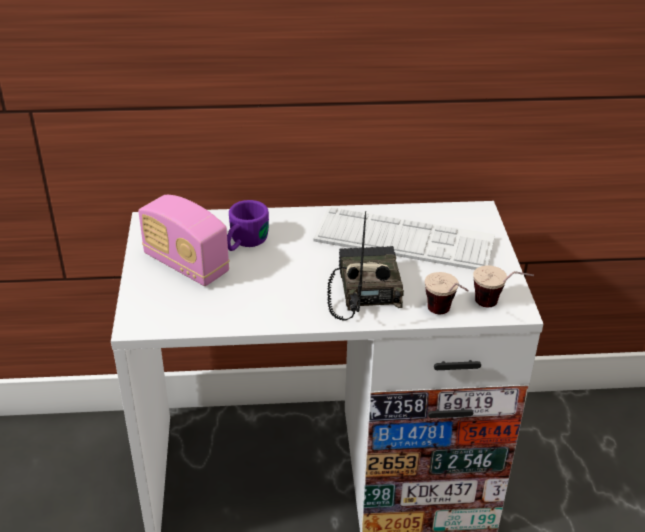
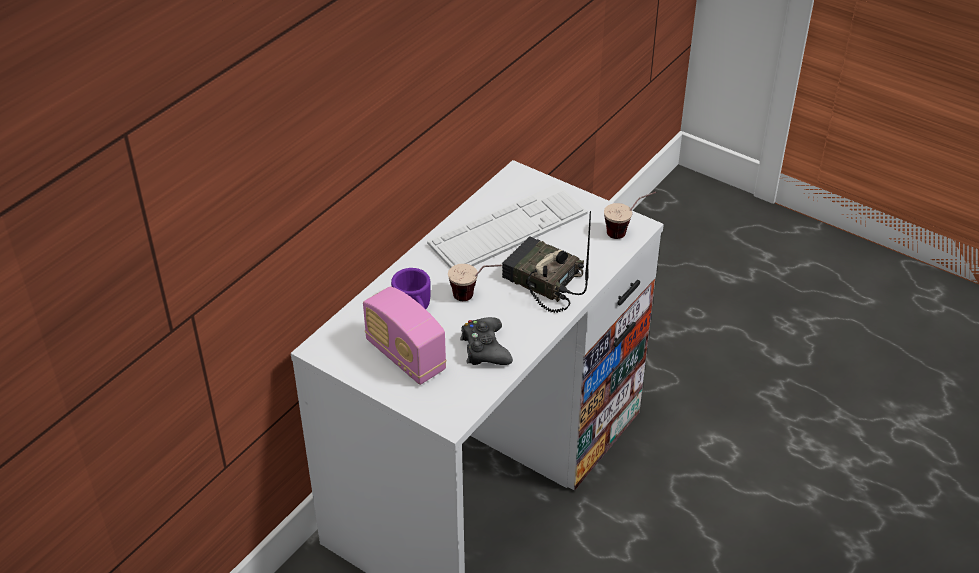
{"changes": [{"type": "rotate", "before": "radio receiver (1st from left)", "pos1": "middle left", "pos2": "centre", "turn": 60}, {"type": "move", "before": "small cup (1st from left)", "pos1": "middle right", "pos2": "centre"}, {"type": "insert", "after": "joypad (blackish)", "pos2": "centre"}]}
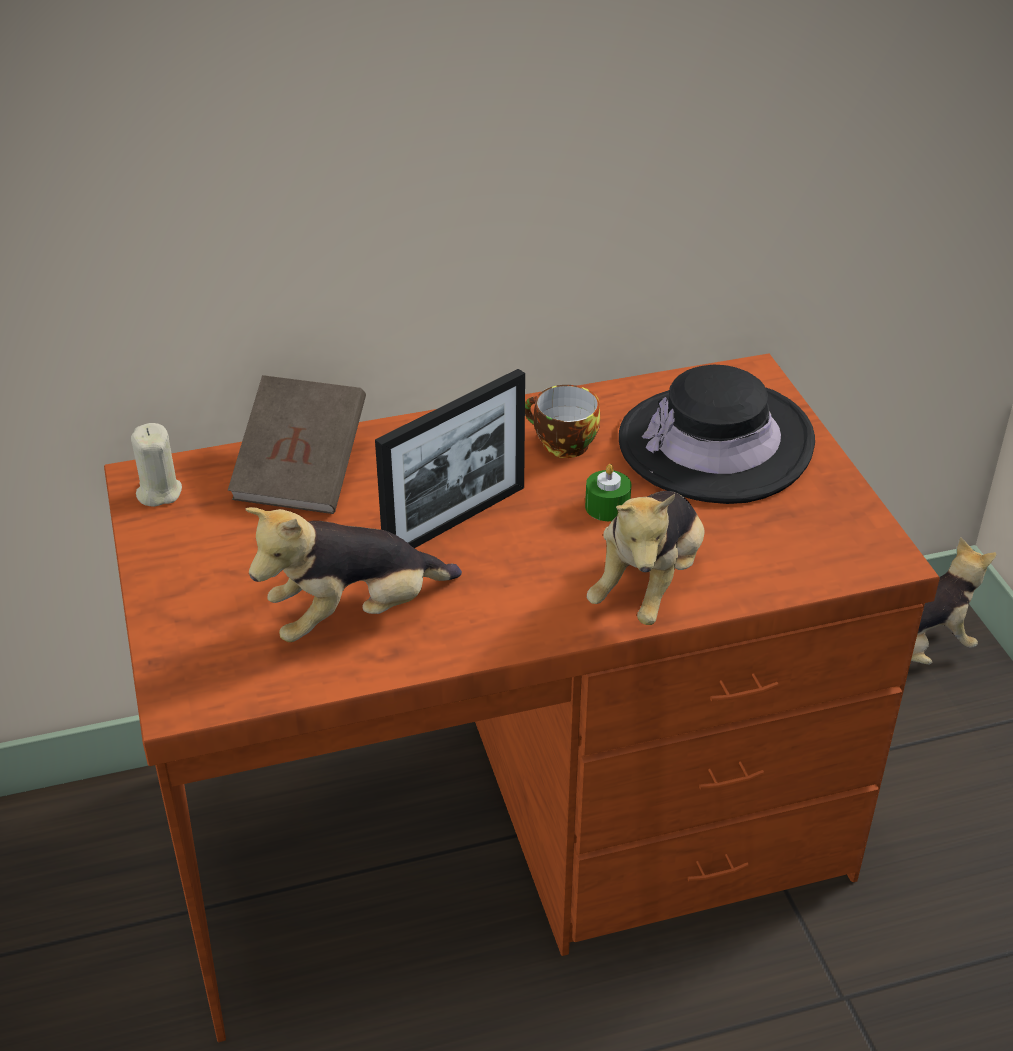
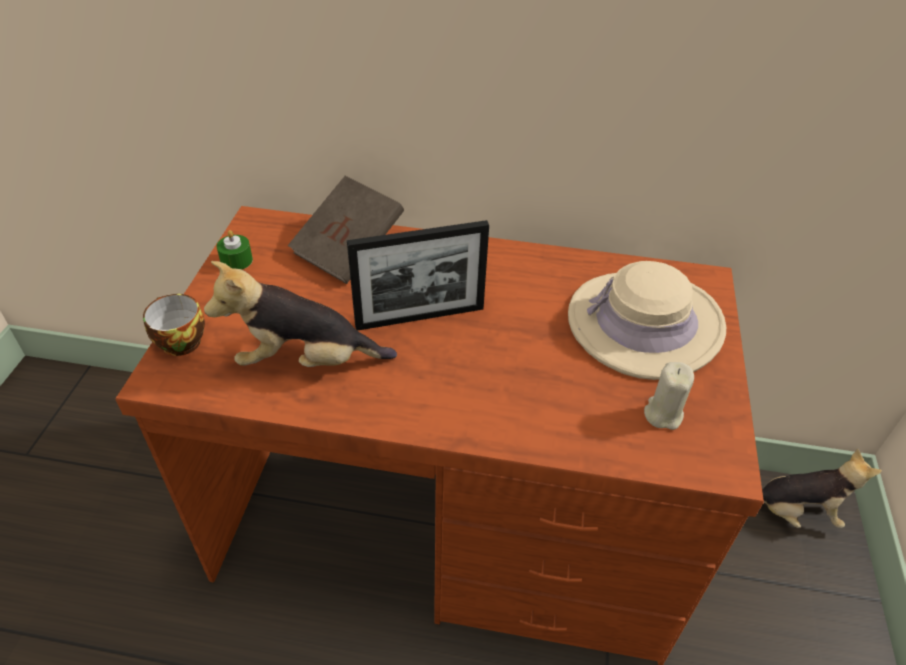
{"changes": [{"type": "move", "before": "small cup", "pos1": "centre", "pos2": "middle left"}, {"type": "move", "before": "wax candle (green-coloured)", "pos1": "centre", "pos2": "middle left"}, {"type": "recolor", "before": "wearable hat (blackish)", "after": "wearable hat (beige-coloured)", "pos1": "middle right", "pos2": "middle right"}, {"type": "move", "before": "wax candle (beige-coloured)", "pos1": "middle left", "pos2": "middle right"}, {"type": "delete", "before": "cuddly toy (2nd from left)", "pos1": "centre"}]}
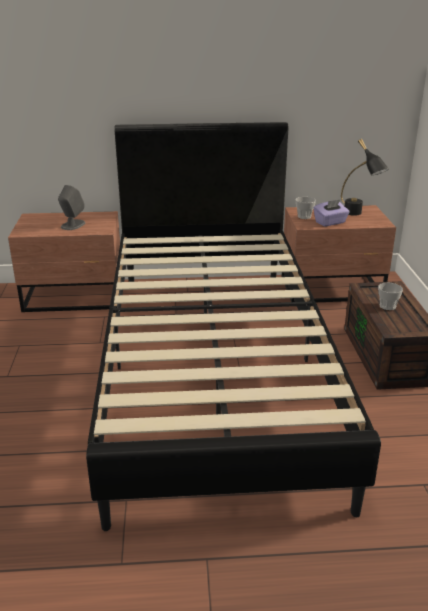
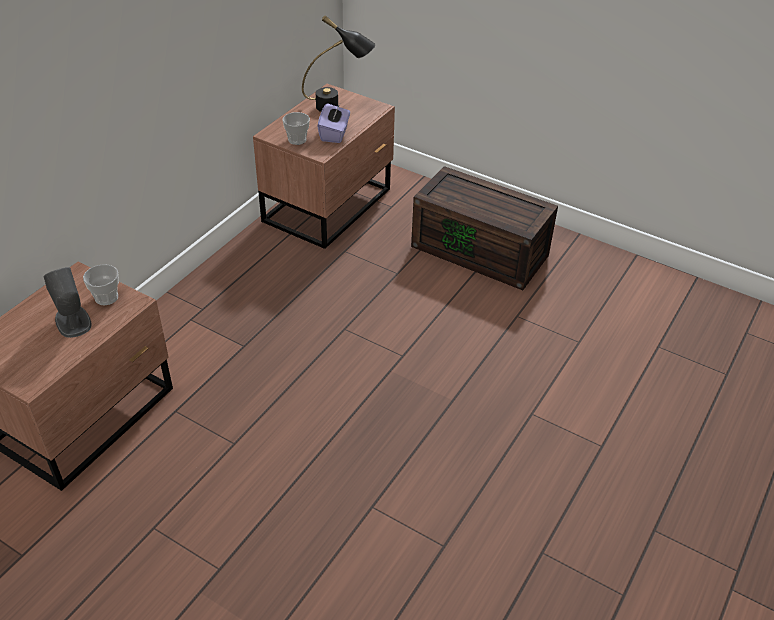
{"changes": [{"type": "move", "before": "small cup (2nd from left in the first image)", "after": "small cup (1st from left)", "pos1": "middle right", "pos2": "middle left"}, {"type": "delete", "before": "sleeping bed (blackish)", "pos1": "centre"}]}
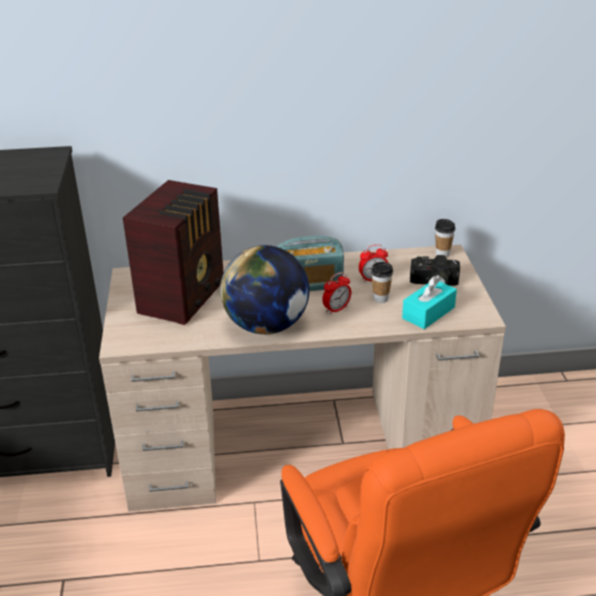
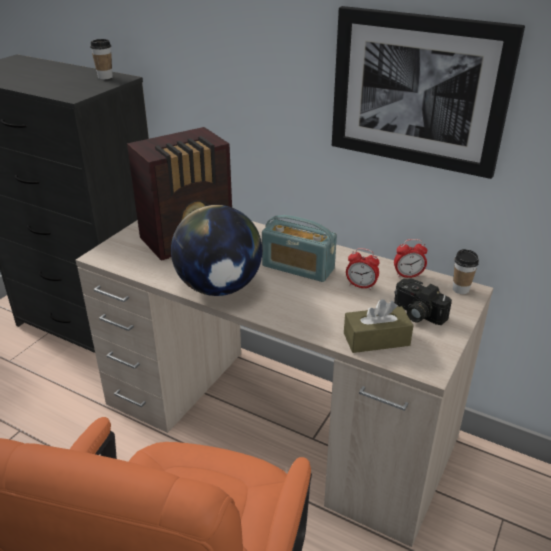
{"changes": [{"type": "move", "before": "small cup (1st from left)", "pos1": "centre", "pos2": "top left"}, {"type": "insert", "after": "wall art", "pos2": "top right"}, {"type": "recolor", "before": "tissue holder (turquoise-coloured)", "after": "tissue holder (brown-coloured)", "pos1": "middle right", "pos2": "middle right"}, {"type": "move", "before": "bedside clock (1st from left in the first image)", "after": "bedside clock (2nd from left)", "pos1": "centre", "pos2": "middle right"}]}
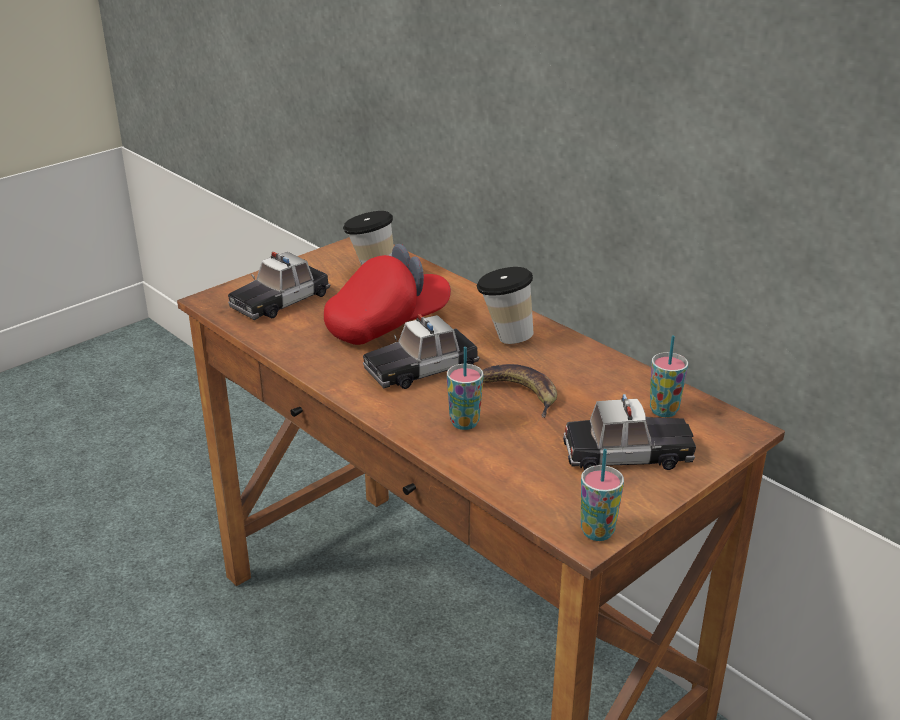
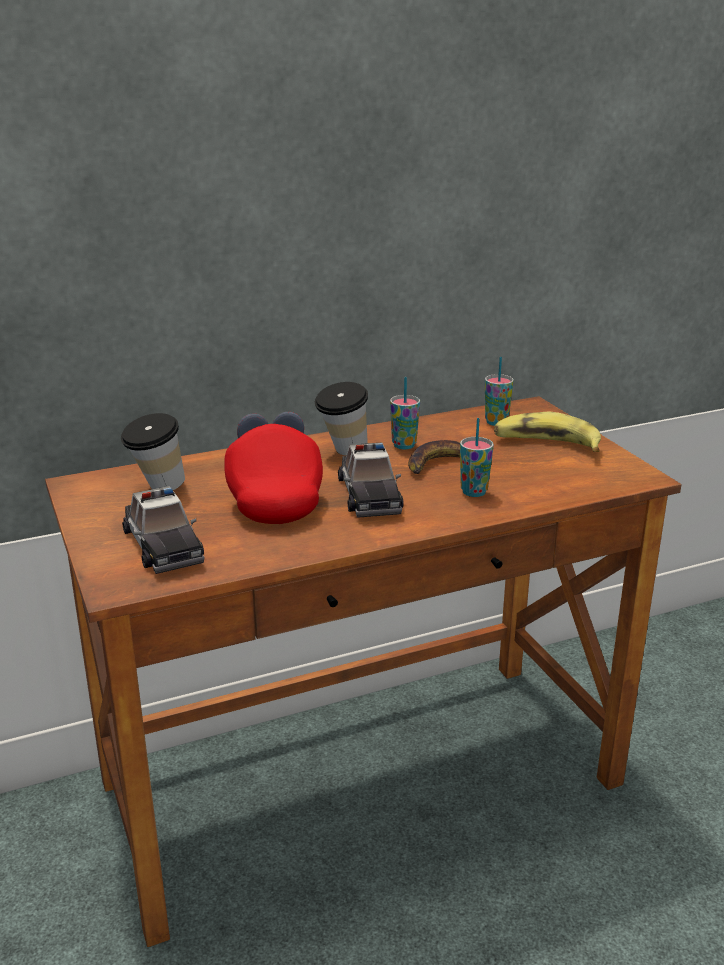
{"changes": [{"type": "move", "before": "small cup (4th from left in the first image)", "after": "small cup (3rd from left)", "pos1": "bottom right", "pos2": "centre"}, {"type": "replace", "before": "model car (3rd from left)", "after": "whole banana (2nd from left)", "pos1": "middle right", "pos2": "middle right"}]}
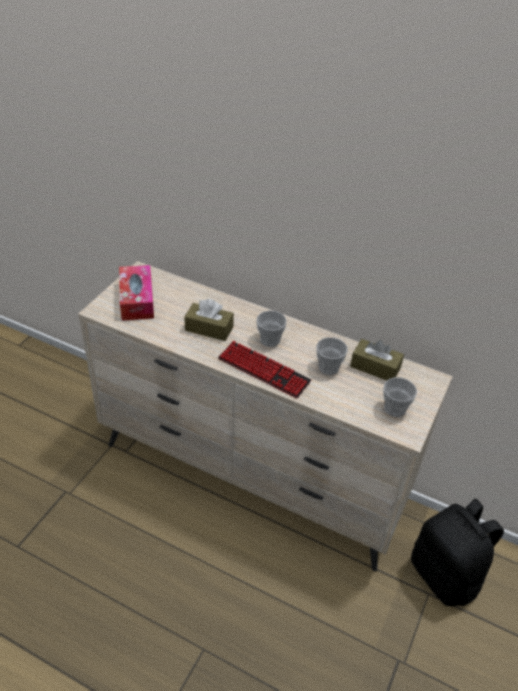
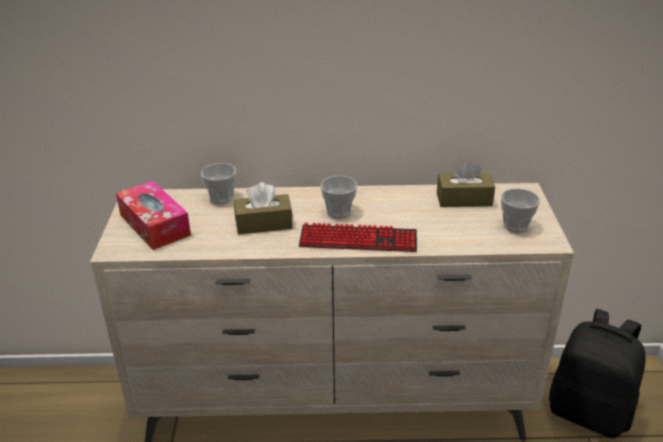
{"changes": [{"type": "move", "before": "small cup (2nd from left in the first image)", "after": "small cup (1st from left)", "pos1": "centre", "pos2": "middle left"}]}
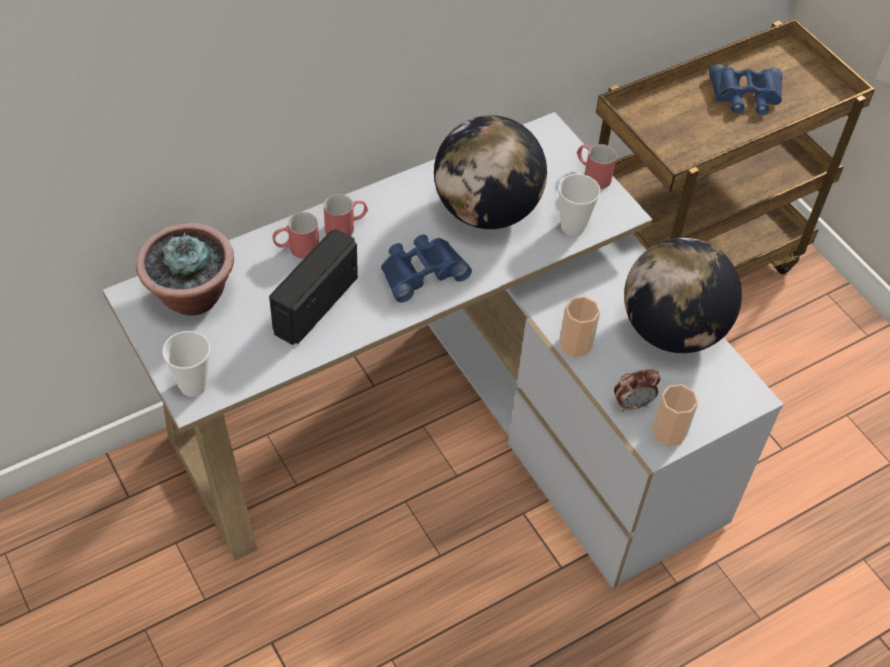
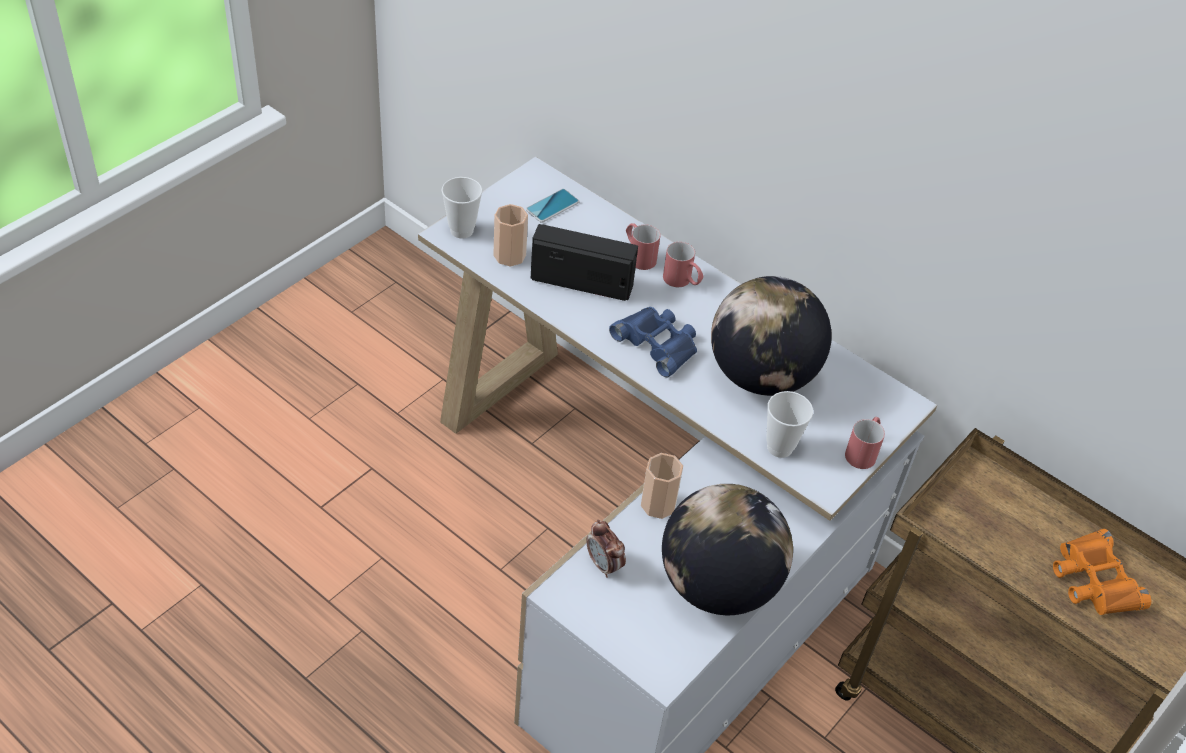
{"changes": [{"type": "move", "before": "small cup (4th from left in the first image)", "after": "small cup (2nd from left)", "pos1": "middle right", "pos2": "top centre"}, {"type": "replace", "before": "plant in a pot", "after": "phone", "pos1": "middle left", "pos2": "top centre"}, {"type": "recolor", "before": "pair of binoculars (blue-coloured) (2nd from left)", "after": "pair of binoculars (orange)", "pos1": "top right", "pos2": "bottom right"}]}
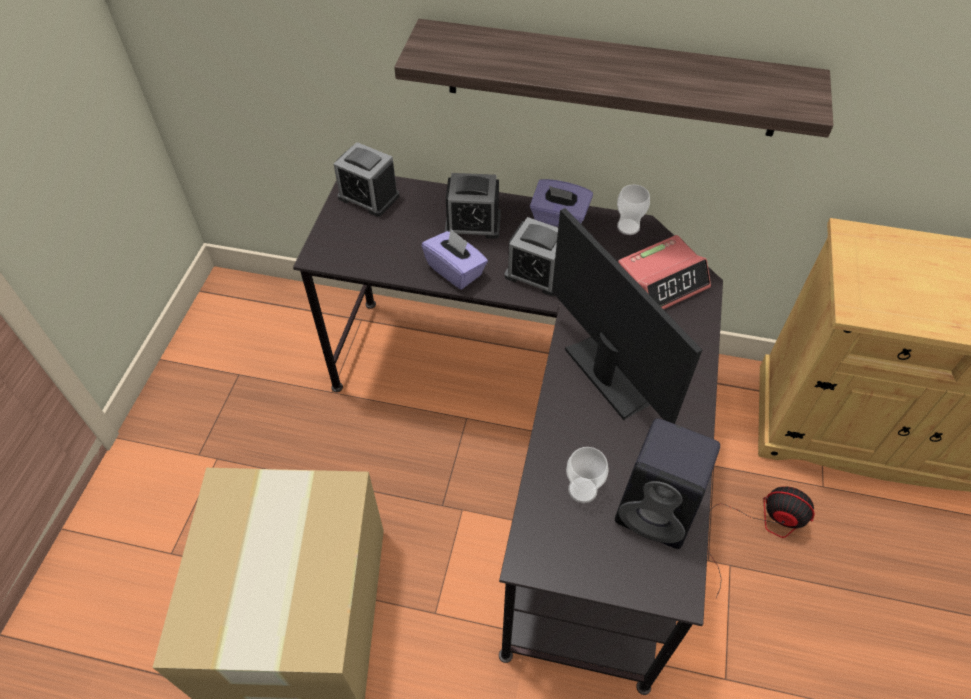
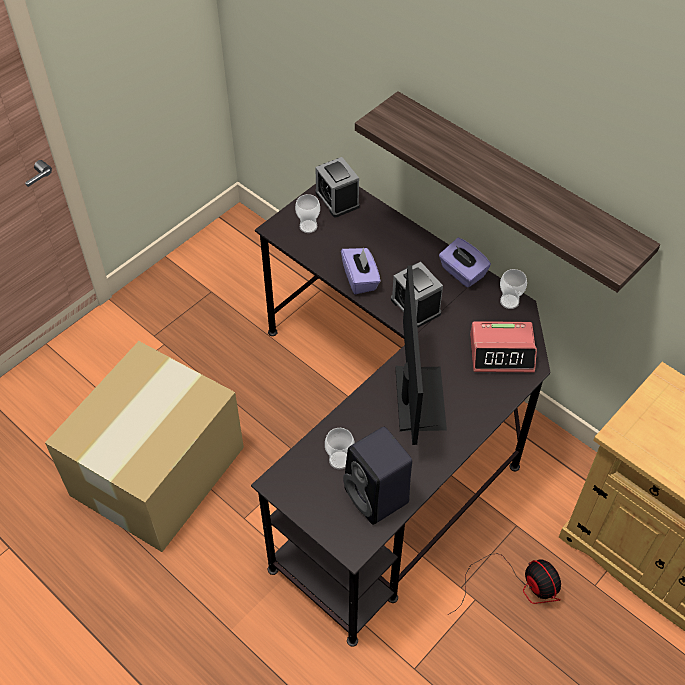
{"changes": [{"type": "insert", "after": "small cup (1st from left)", "pos2": "top centre"}, {"type": "delete", "before": "bedside clock (2nd from left)", "pos1": "top centre"}]}
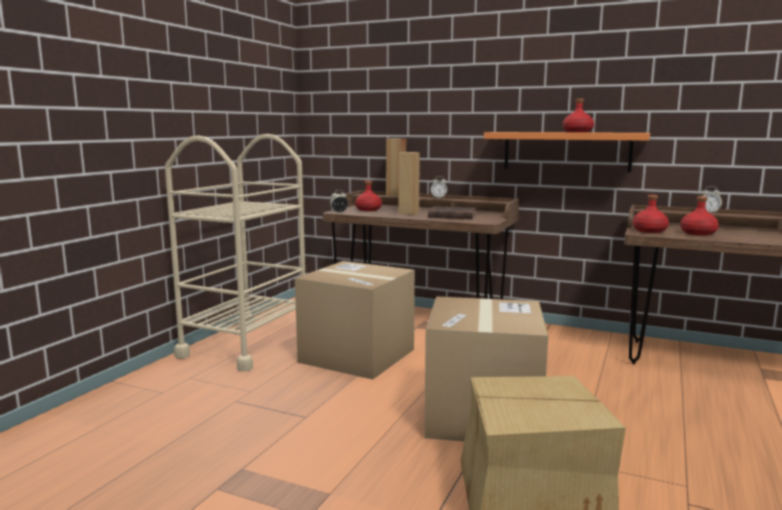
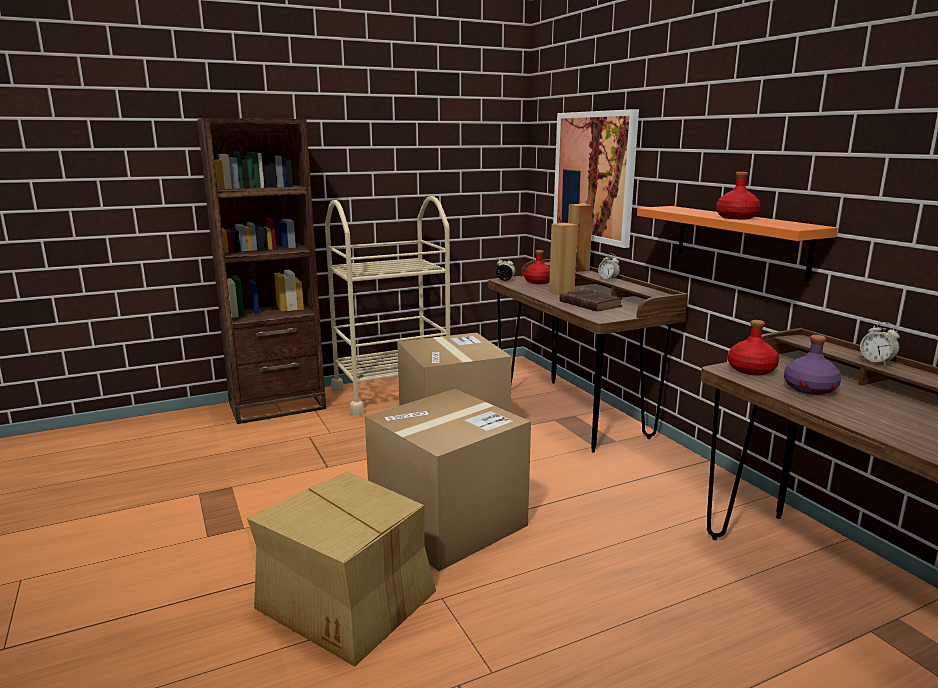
{"changes": [{"type": "insert", "after": "shelving unit (brown-coloured)", "pos2": "middle left"}, {"type": "insert", "after": "wall art", "pos2": "top centre"}, {"type": "recolor", "before": "bottle (red) (4th from left)", "after": "bottle (purple-coloured)", "pos1": "middle right", "pos2": "middle right"}]}
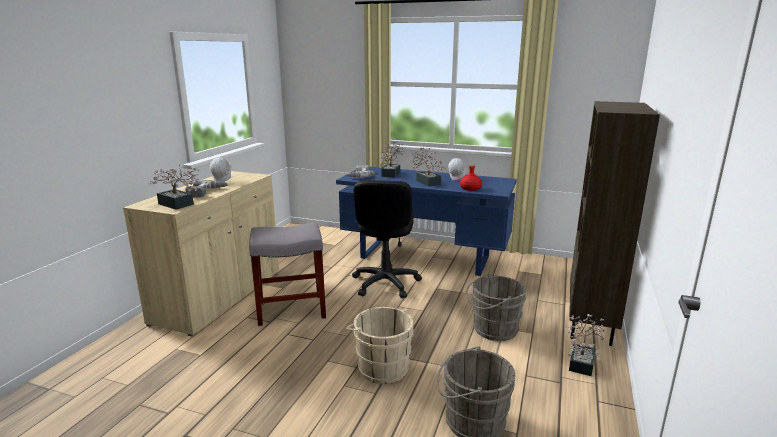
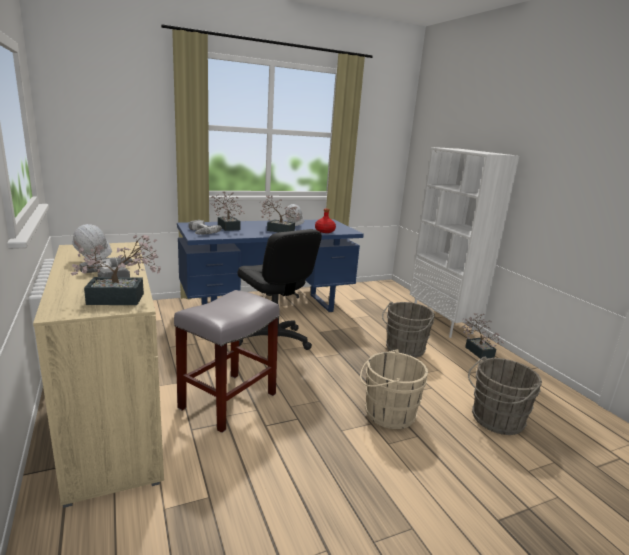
{"changes": [{"type": "recolor", "before": "shelving unit (brown-coloured)", "after": "shelving unit (white)", "pos1": "middle right", "pos2": "middle right"}]}
